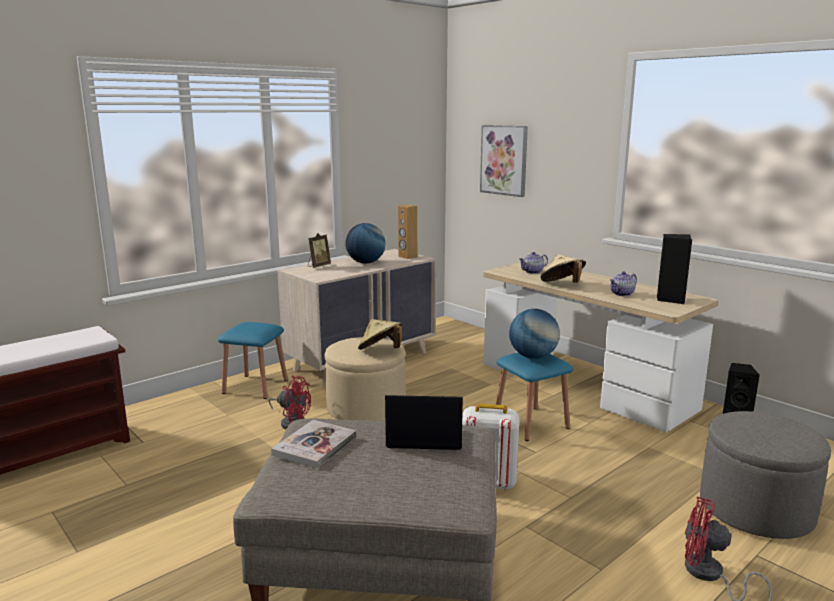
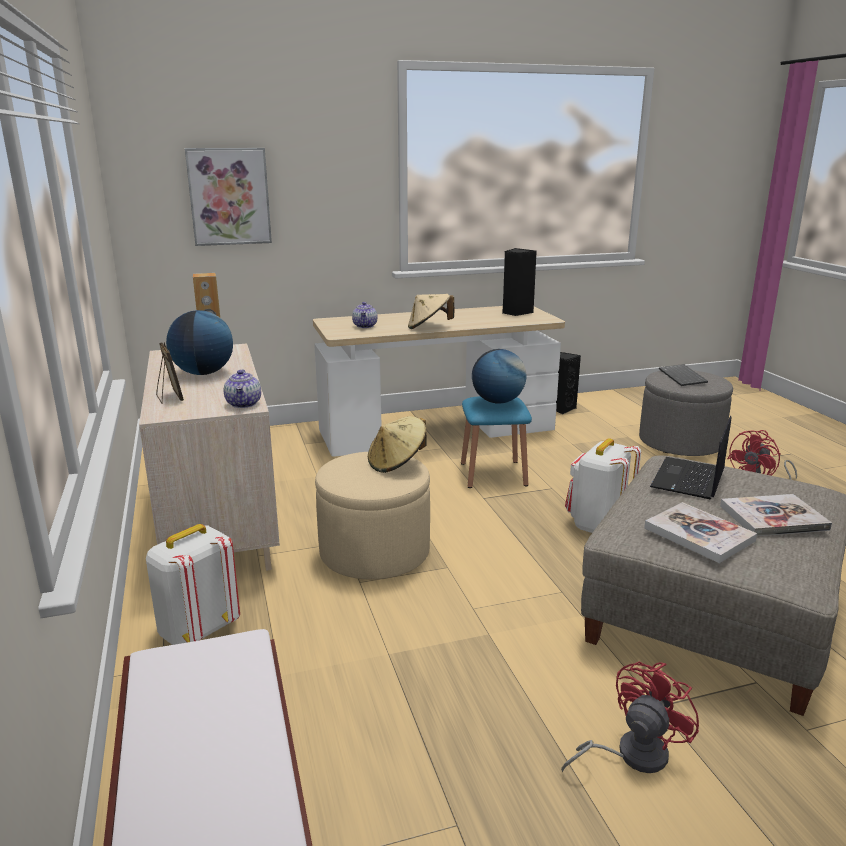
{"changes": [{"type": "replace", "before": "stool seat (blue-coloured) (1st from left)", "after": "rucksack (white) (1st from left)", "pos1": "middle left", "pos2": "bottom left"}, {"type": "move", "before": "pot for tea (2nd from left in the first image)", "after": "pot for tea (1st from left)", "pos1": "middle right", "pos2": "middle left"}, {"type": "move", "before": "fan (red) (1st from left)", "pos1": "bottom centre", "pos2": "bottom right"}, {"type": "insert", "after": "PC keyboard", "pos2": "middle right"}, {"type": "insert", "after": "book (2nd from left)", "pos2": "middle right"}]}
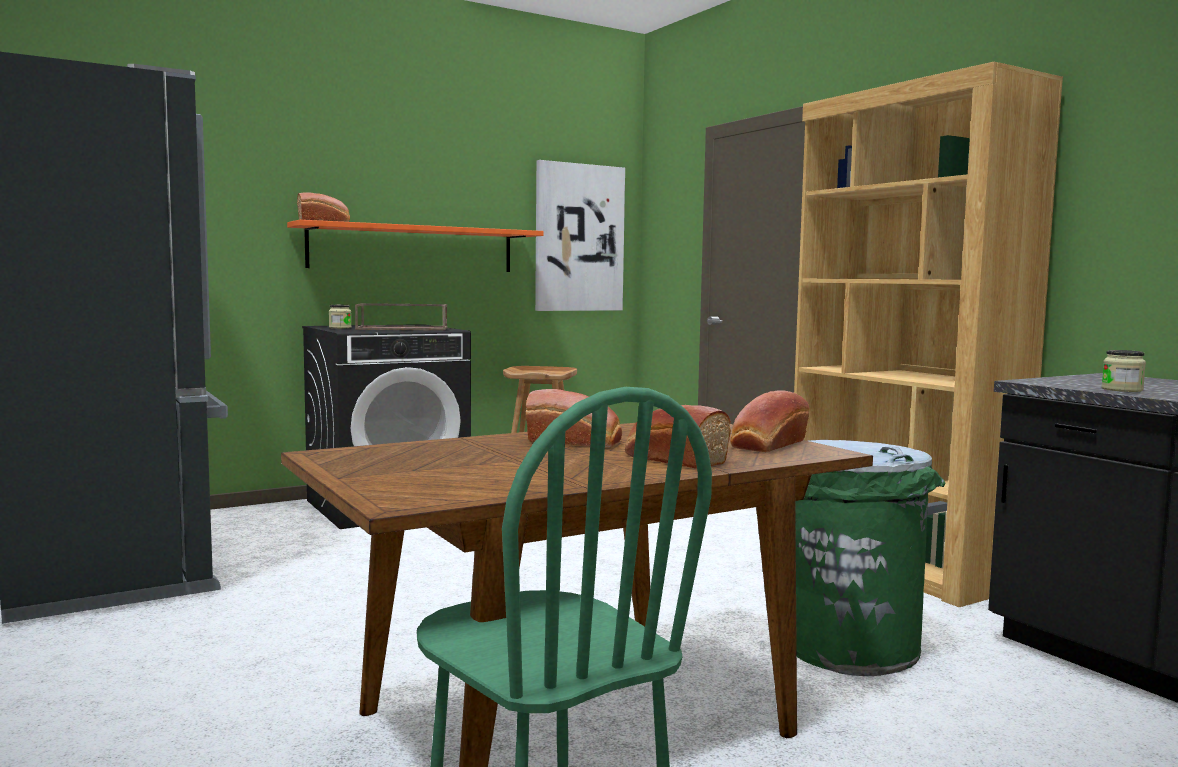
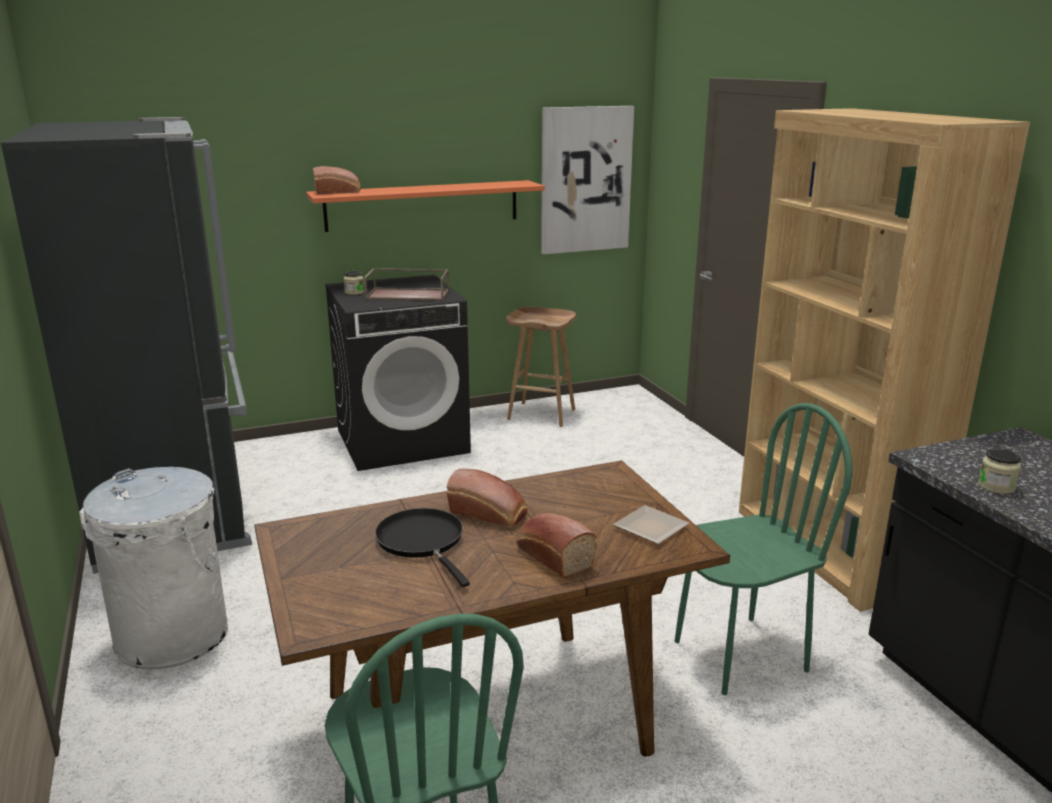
{"changes": [{"type": "insert", "after": "waste bin (white)", "pos2": "bottom left"}, {"type": "insert", "after": "frying pan (blackish)", "pos2": "bottom centre"}, {"type": "replace", "before": "bread (4th from left)", "after": "plate", "pos1": "centre", "pos2": "centre"}, {"type": "replace", "before": "waste bin (green-coloured)", "after": "plain chair (green-coloured) (2nd from left)", "pos1": "bottom right", "pos2": "bottom right"}]}
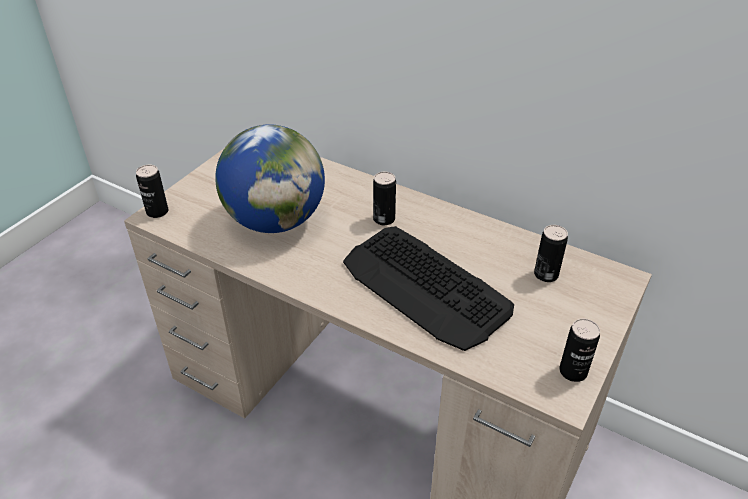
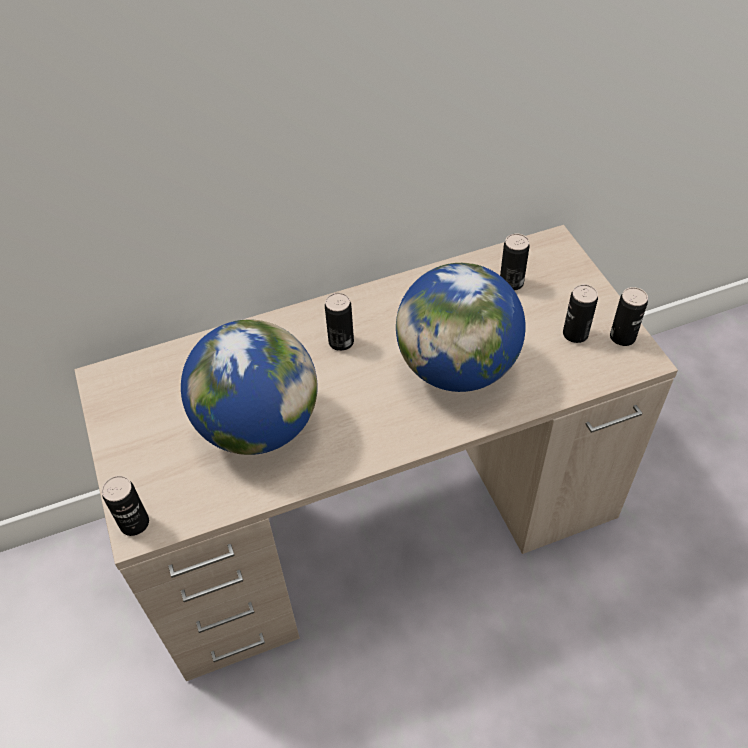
{"changes": [{"type": "replace", "before": "PC keyboard", "after": "globe (2nd from left)", "pos1": "centre", "pos2": "centre"}, {"type": "insert", "after": "sealed can (4th from left)", "pos2": "middle right"}]}
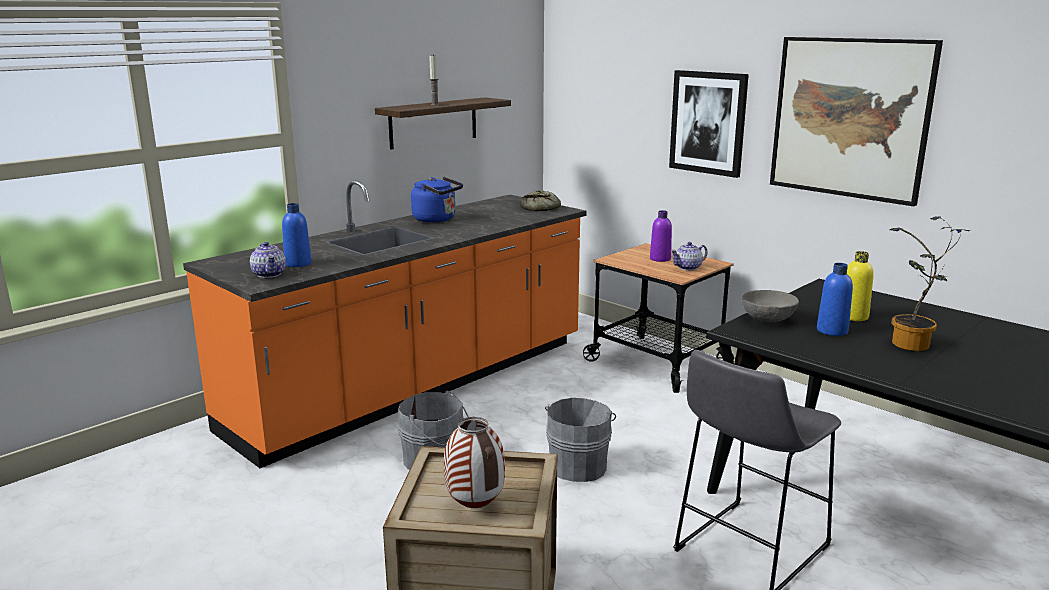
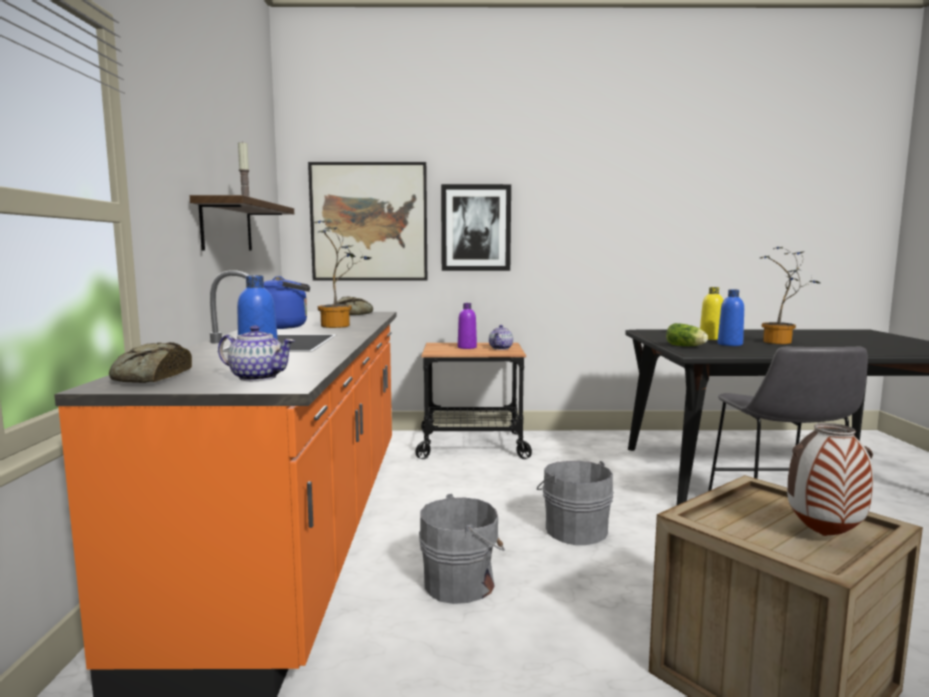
{"changes": [{"type": "insert", "after": "bread (1st from left)", "pos2": "middle left"}, {"type": "move", "before": "wall art (2nd from left in the first image)", "after": "wall art (1st from left)", "pos1": "top right", "pos2": "top centre"}, {"type": "insert", "after": "plant in a pot (1st from left)", "pos2": "centre"}, {"type": "replace", "before": "serving bowl (grey)", "after": "lettuce", "pos1": "middle right", "pos2": "middle right"}]}
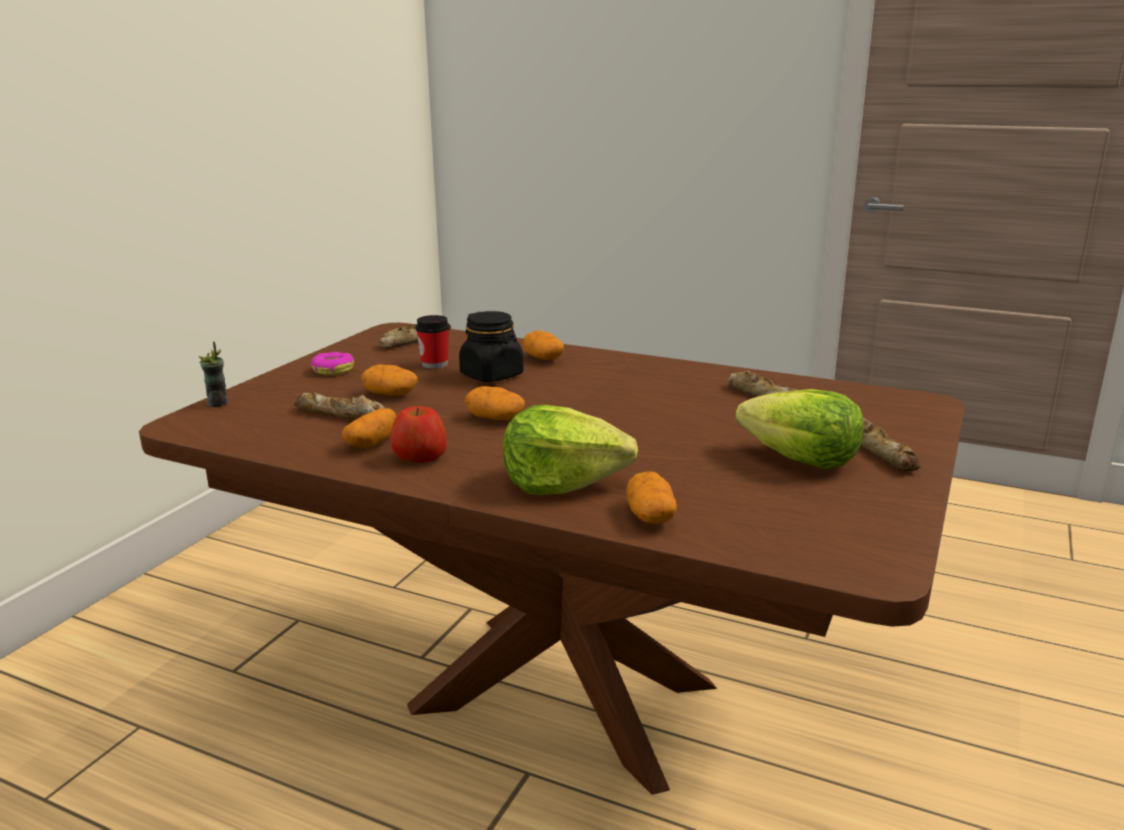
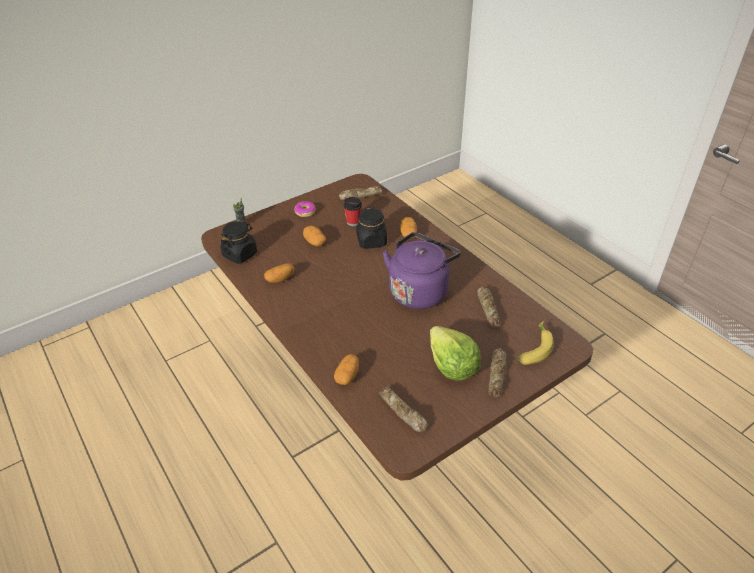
{"changes": [{"type": "insert", "after": "jar (blackish) (1st from left)", "pos2": "middle left"}, {"type": "move", "before": "bread (1st from left in the first image)", "after": "bread (2nd from left)", "pos1": "middle left", "pos2": "bottom centre"}, {"type": "insert", "after": "tea kettle (purple-coloured)", "pos2": "centre"}, {"type": "insert", "after": "whole banana", "pos2": "middle right"}, {"type": "delete", "before": "apple fruit", "pos1": "centre"}, {"type": "delete", "before": "whole potato (3rd from left)", "pos1": "centre"}, {"type": "delete", "before": "lettuce (1st from left)", "pos1": "centre"}]}
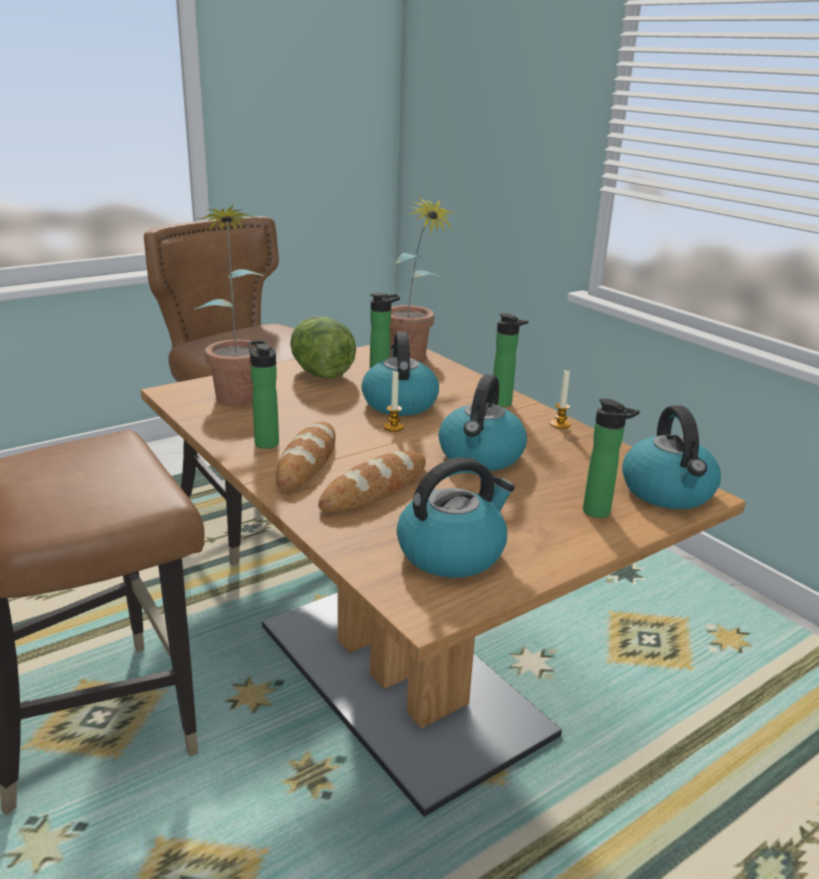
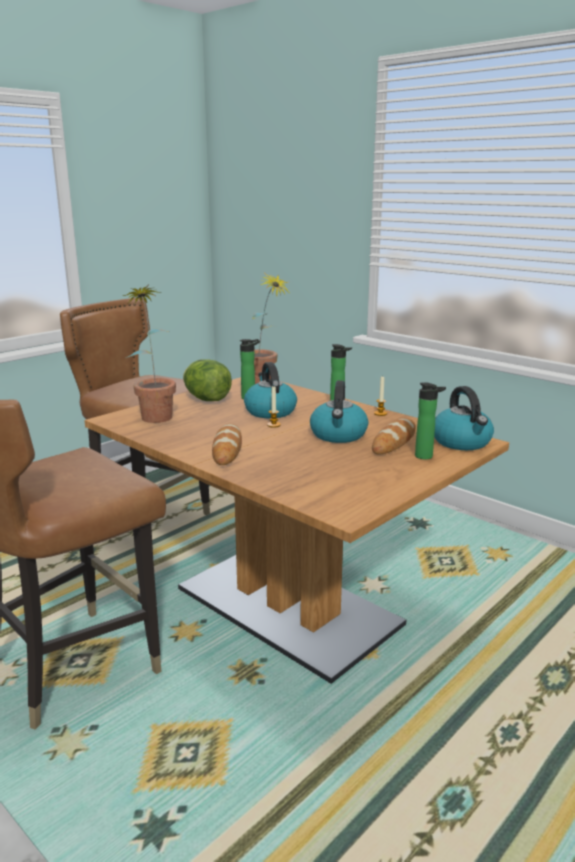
{"changes": [{"type": "move", "before": "bread (2nd from left)", "pos1": "centre", "pos2": "middle right"}, {"type": "delete", "before": "bottle (1st from left)", "pos1": "middle left"}, {"type": "delete", "before": "tea kettle (2nd from left)", "pos1": "centre"}]}
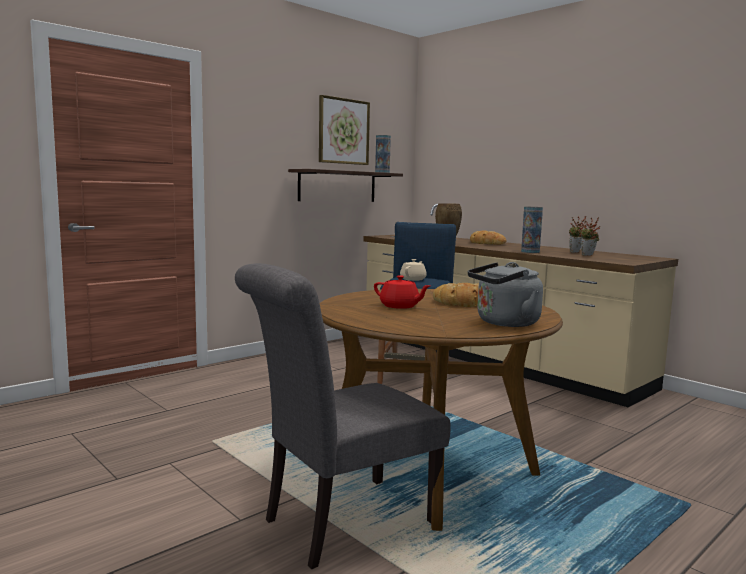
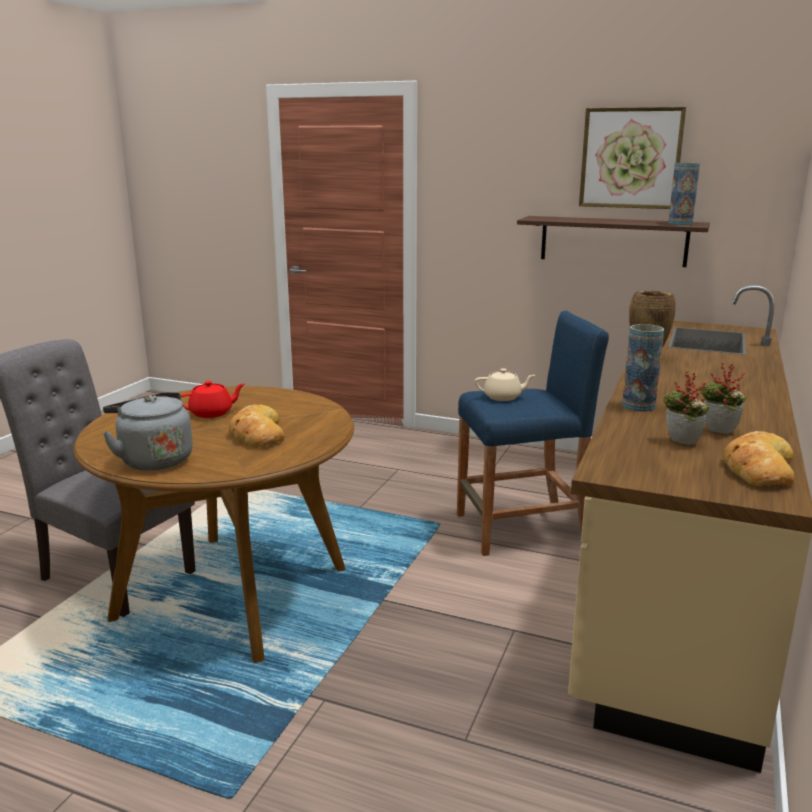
{"changes": [{"type": "rotate", "before": "pot for tea (red)", "pos1": "centre", "pos2": "middle left", "turn": -120}, {"type": "move", "before": "bread (2nd from left)", "pos1": "centre", "pos2": "middle right"}]}
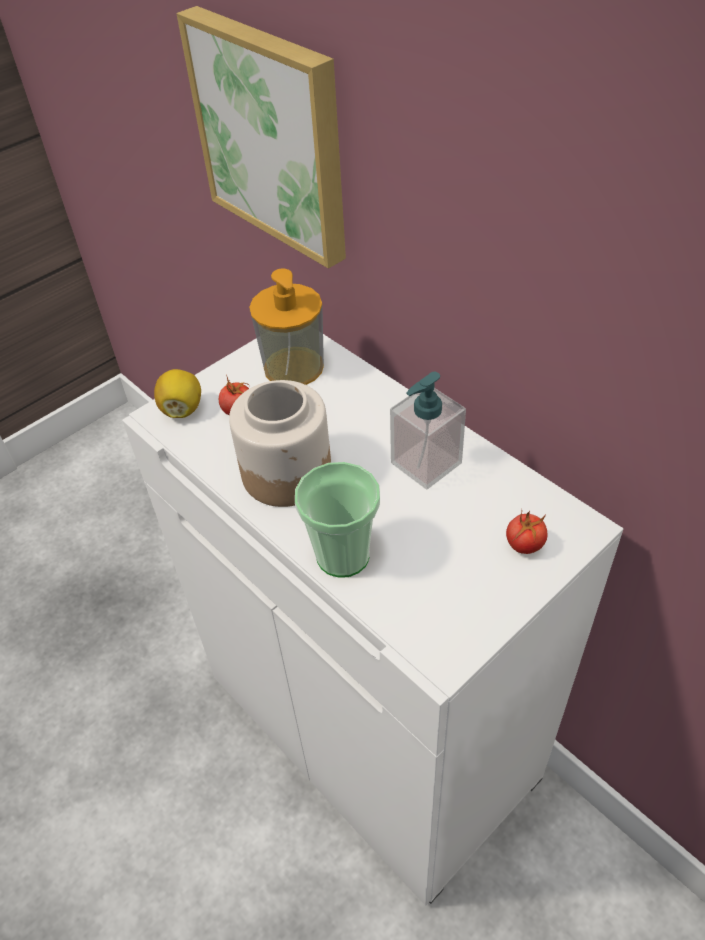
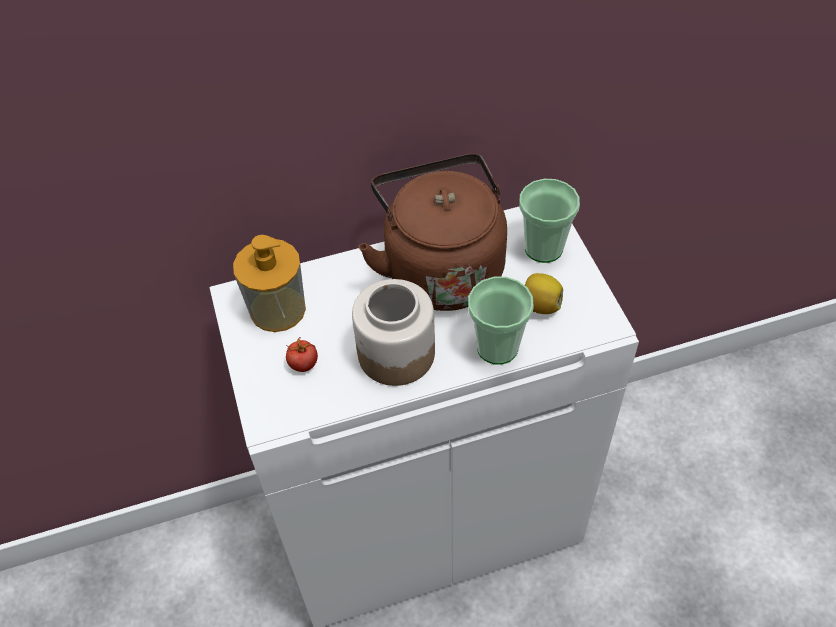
{"changes": [{"type": "replace", "before": "liquid soap bottle (2nd from left)", "after": "tea kettle (brown-coloured)", "pos1": "centre", "pos2": "centre"}, {"type": "replace", "before": "tomato (2nd from left)", "after": "small cup (2nd from left)", "pos1": "middle right", "pos2": "centre"}, {"type": "move", "before": "whole lemon", "pos1": "middle left", "pos2": "centre"}, {"type": "delete", "before": "wall art", "pos1": "top centre"}]}
